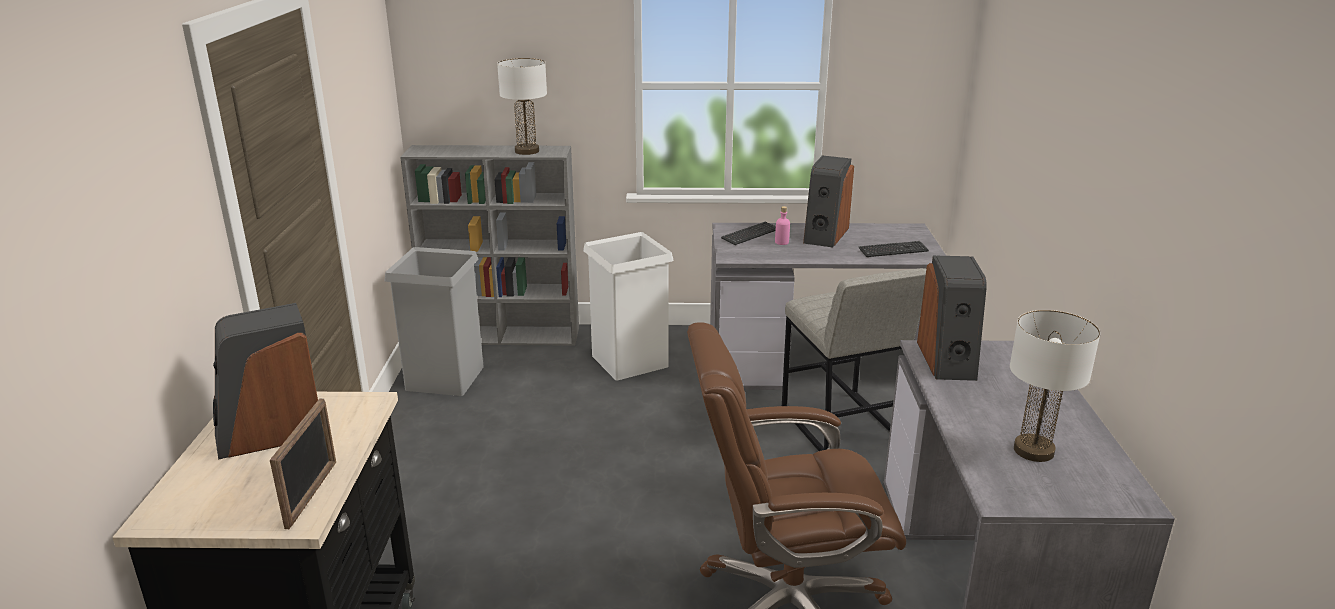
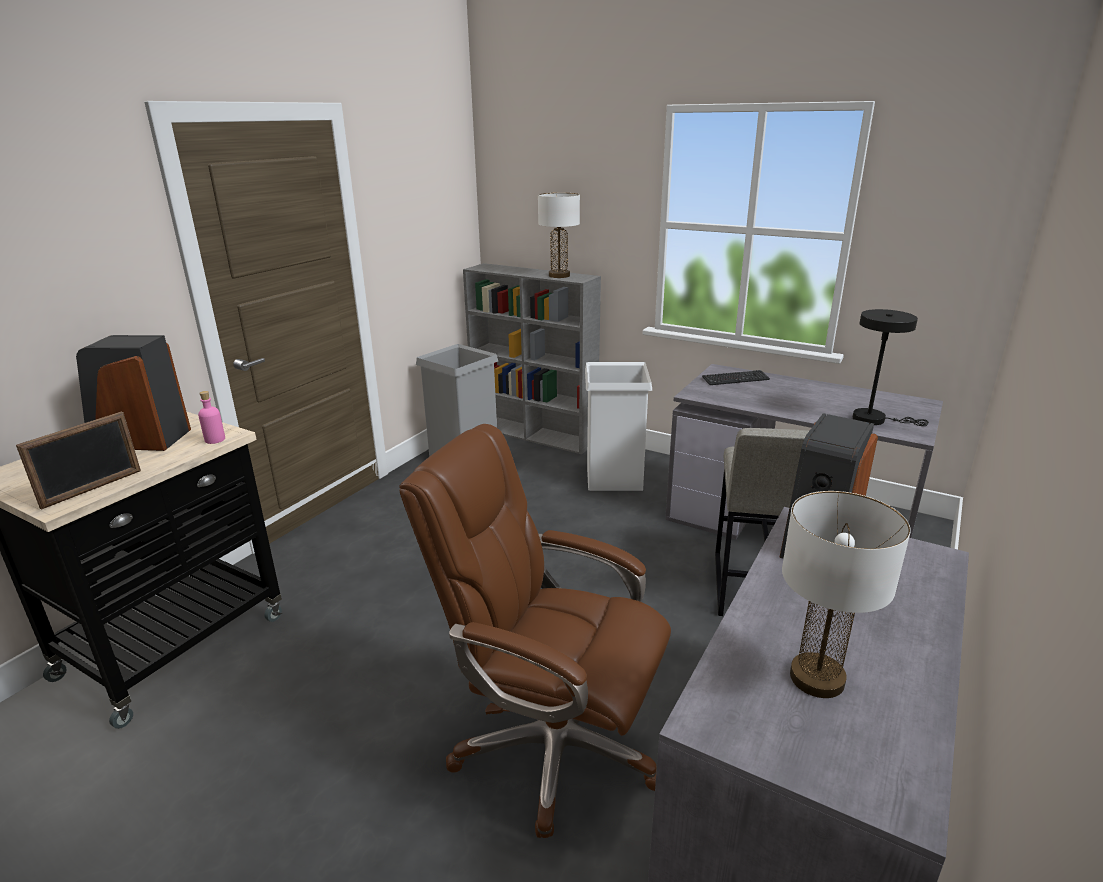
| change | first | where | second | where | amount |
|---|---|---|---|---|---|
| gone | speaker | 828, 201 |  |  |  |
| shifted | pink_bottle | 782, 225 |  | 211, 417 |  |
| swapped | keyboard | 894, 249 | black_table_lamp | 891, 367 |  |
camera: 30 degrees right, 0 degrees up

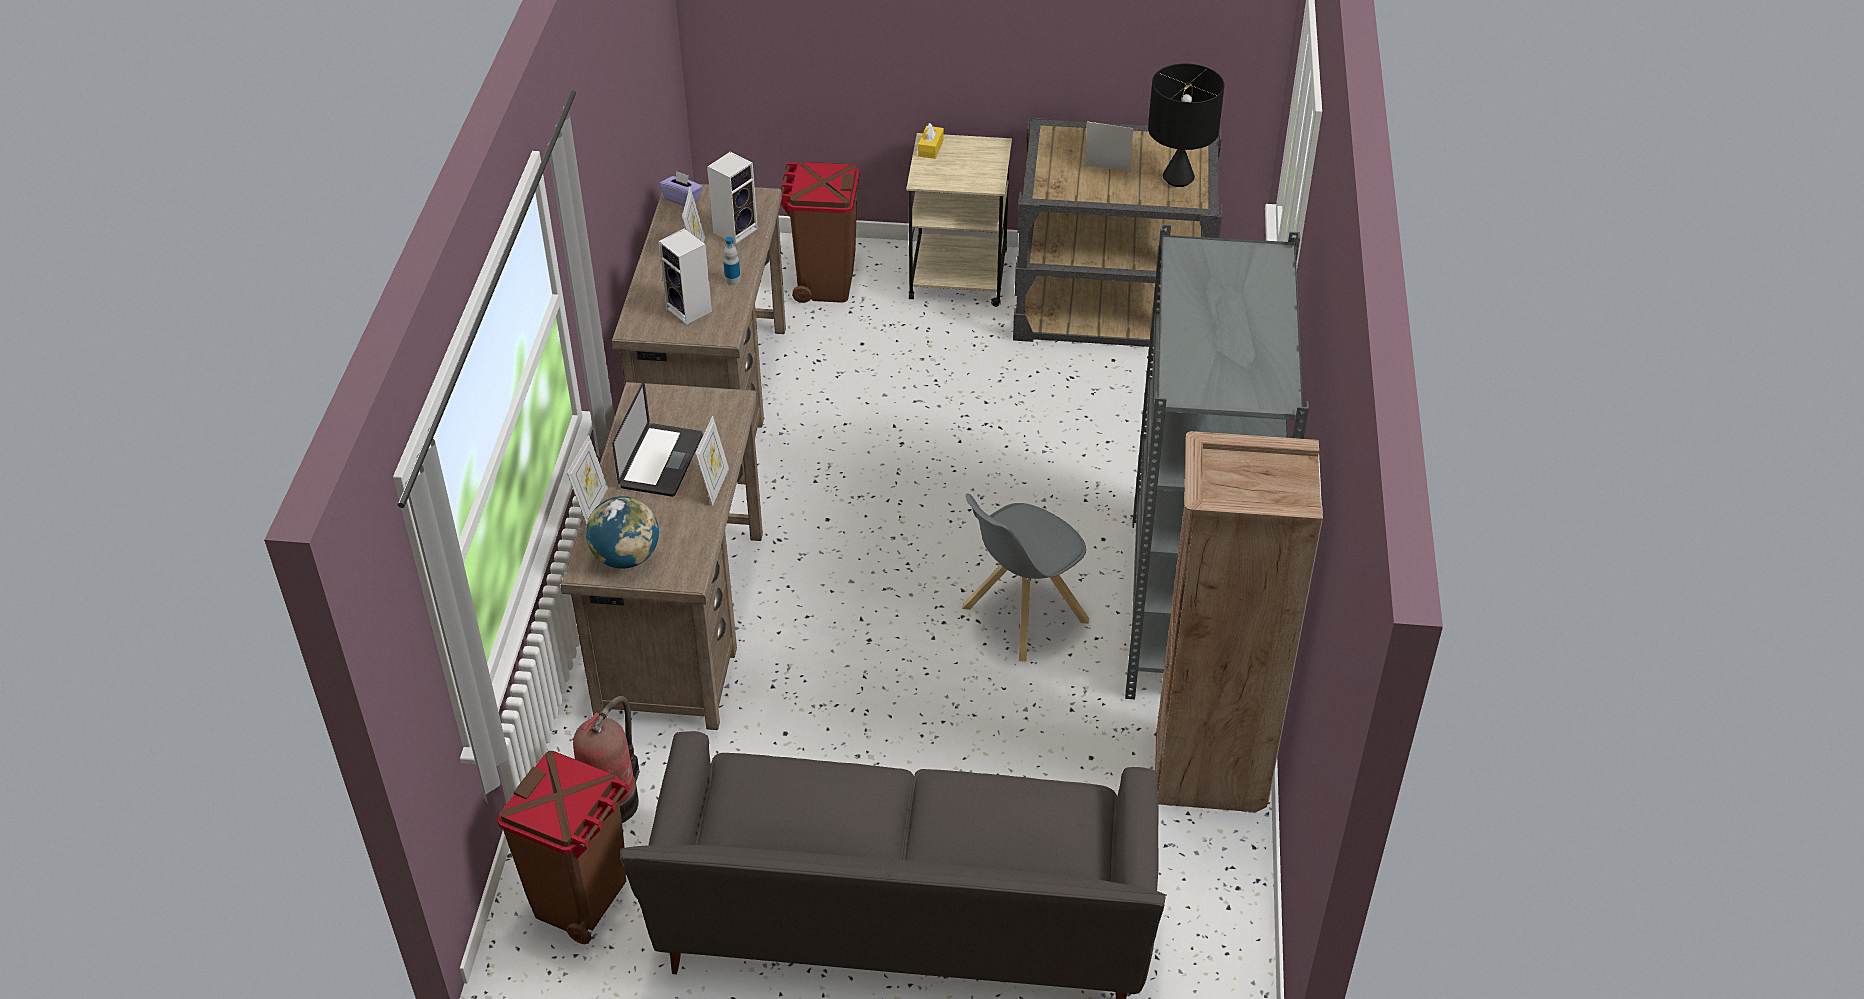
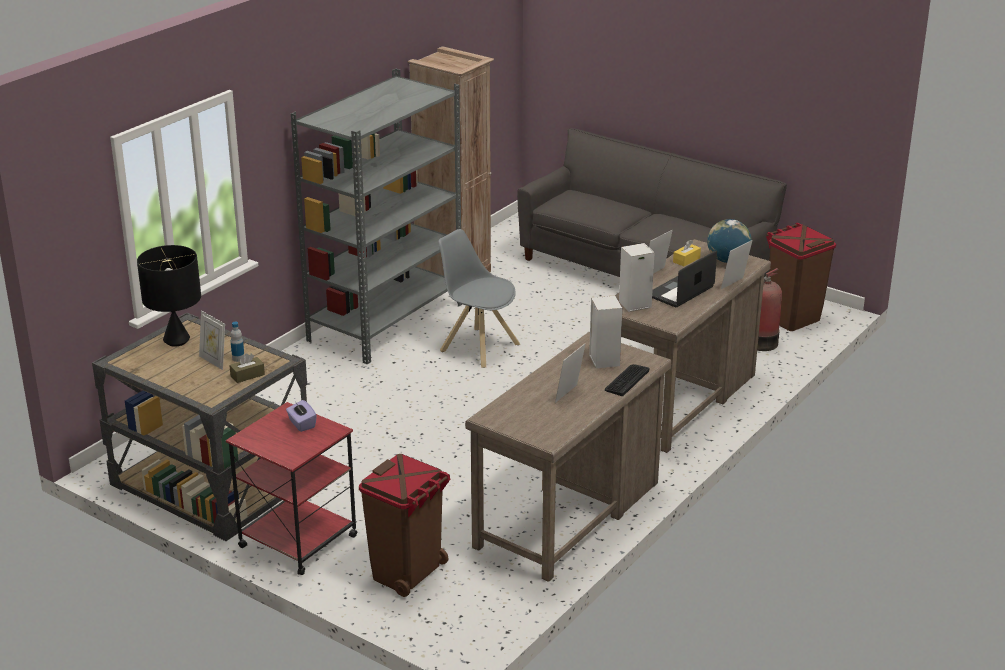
| change | first | where | second | where | amount |
|---|---|---|---|---|---|
| shifted | yellow_tissue_box | 931, 141 |  | 687, 253 |  |
| repainted | beige_cart | 959, 220 | red_cart | 292, 488 |  |
| shifted | speaker | 732, 198 |  | 637, 277 |  |
| shifted | purple_tissue_box | 681, 188 |  | 301, 416 |  |
| shifted | bottle | 732, 261 |  | 237, 341 |  |
| rotated | grey_chair | 1025, 577 |  | 479, 298 | 135 degrees counterclockwise |
| new |  |  | brown_tissue_box | 247, 368 |  |
| new |  |  | keyboard | 627, 380 |  |
camera: 150 degrees left, 15 degrees down

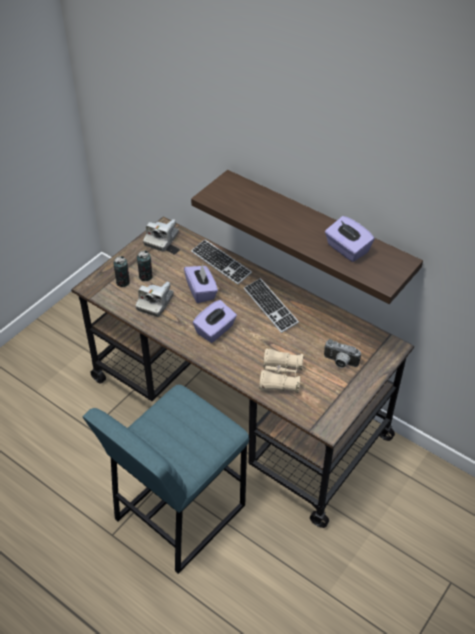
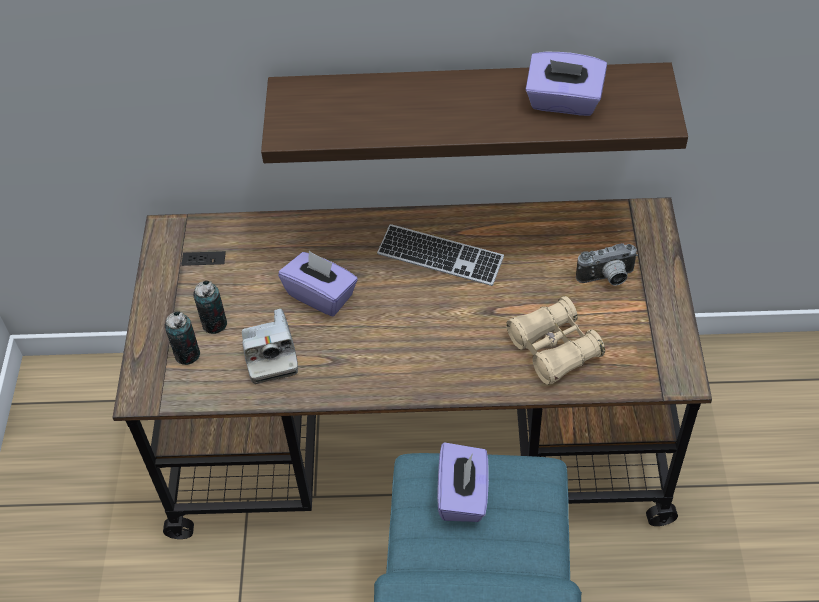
| change | first | where | second | where | amount |
|---|---|---|---|---|---|
| gone | photo_camera | 161, 235 |  |  |  |
| gone | keyboard | 221, 262 |  |  |  |
| shifted | purple_tissue_box | 215, 321 |  | 463, 482 |  |
camera: 35 degrees left, 5 degrees up

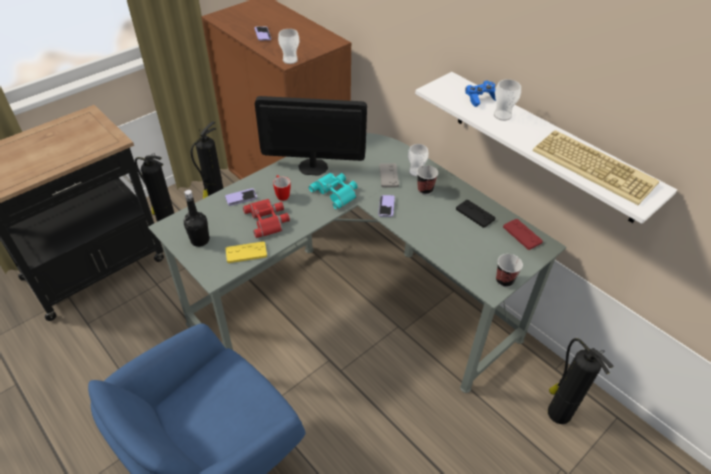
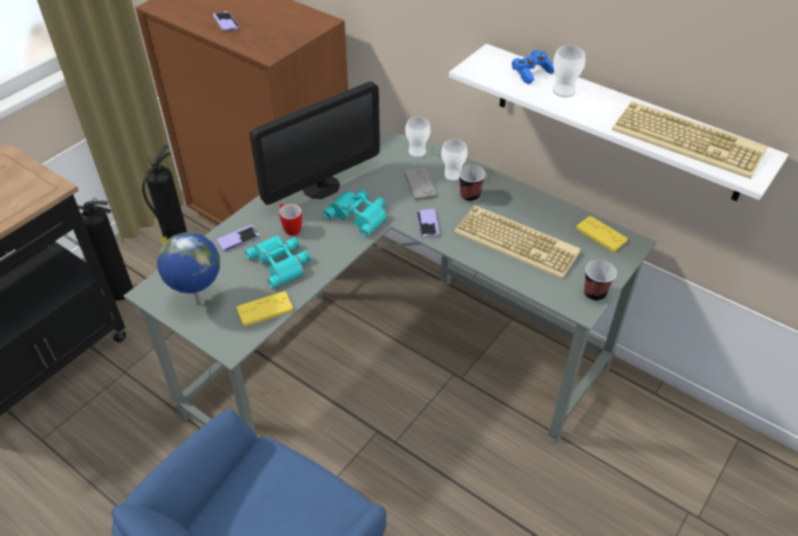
| change | first | where | second | where | amount |
|---|---|---|---|---|---|
| shifted | cup | 288, 46 |  | 418, 137 |  |
| rotated | monitor | 311, 136 |  | 315, 143 | 150 degrees clockwise |
| swapped | black_bottle | 197, 218 | globe | 188, 269 |  |
| repainted | red_binoculars | 266, 218 | turquoise_binoculars | 278, 262 |  |
| gone | black_game_controller | 475, 214 |  |  |  |
| repainted | red_game_controller | 523, 234 | yellow_game_controller | 602, 234 |  |
| gone | fire_extinguisher | 580, 381 |  |  |  |
| new |  |  | keyboard | 517, 242 |  |
camera: 10 degrees left, 0 degrees up

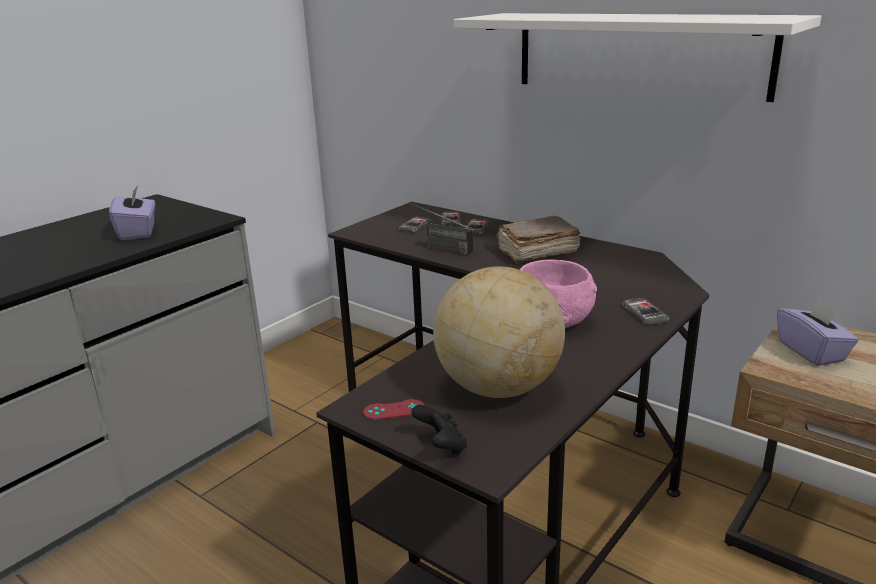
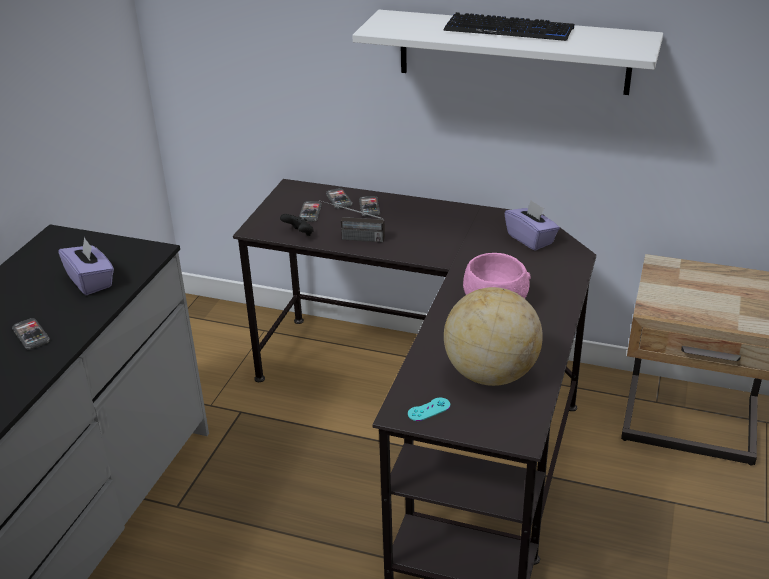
| change | first | where | second | where | amount |
|---|---|---|---|---|---|
| gone | brown_book | 539, 240 |  |  |  |
| shifted | phone | 645, 311 |  | 31, 334 |  |
| shifted | purple_tissue_box | 818, 332 |  | 532, 225 |  |
| repainted | red_game_controller | 393, 409 | turquoise_game_controller | 429, 409 |  |
| shifted | black_game_controller | 439, 430 |  | 297, 225 |  |
| new |  |  | keyboard | 508, 26 |  |
camera: 20 degrees left, 10 degrees up

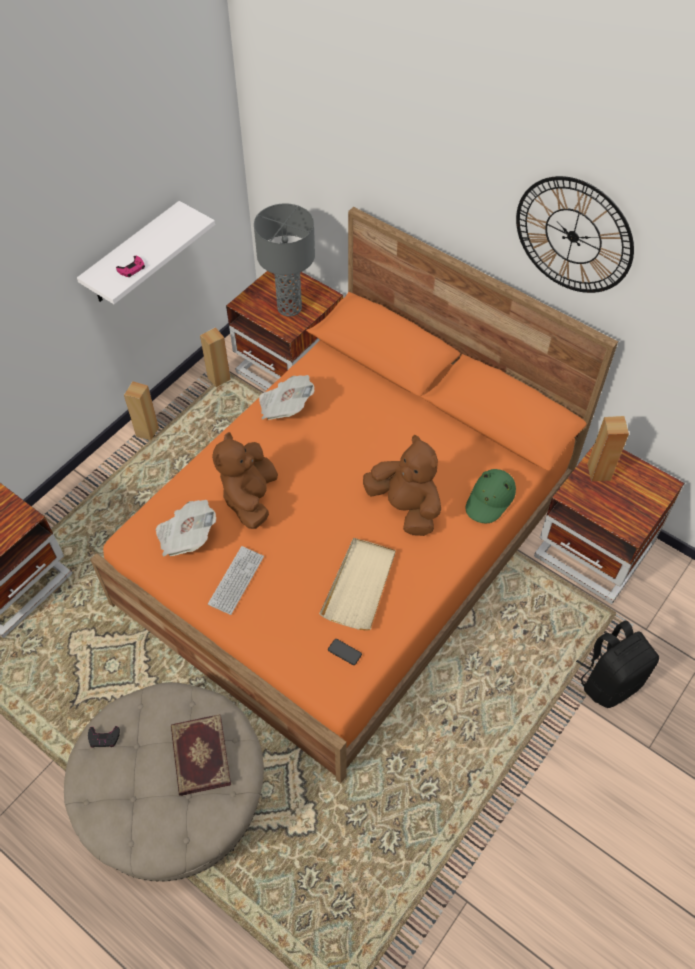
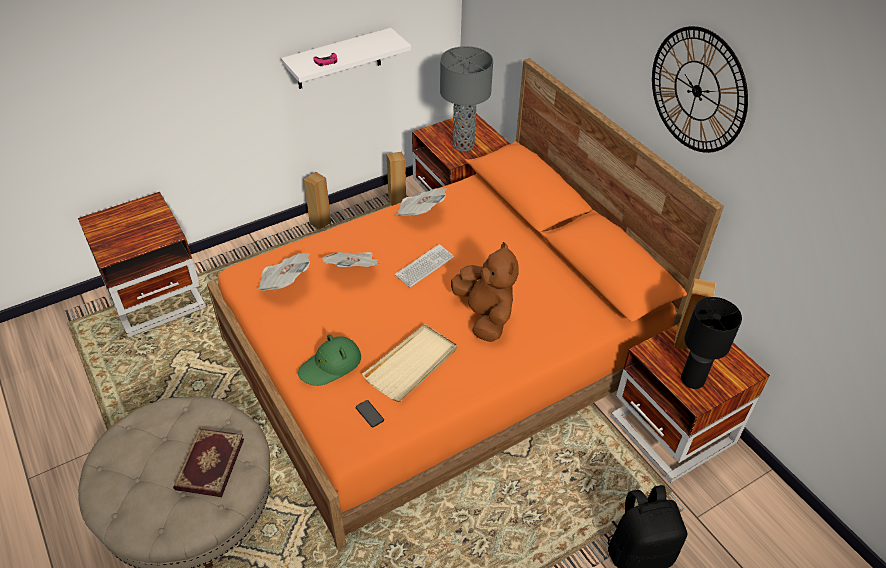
| change | first | where | second | where | amount |
|---|---|---|---|---|---|
| swapped | brown_plush_toy | 245, 480 | newspaper | 350, 259 |  |
| shifted | green_hat | 491, 496 |  | 329, 360 |  |
| shifted | keyboard | 236, 580 |  | 424, 266 |  |
| gone | black_game_controller | 104, 737 |  |  |  |
| new |  |  | black_table_lamp | 711, 343 |  |
camera: 20 degrees right, 10 degrees down

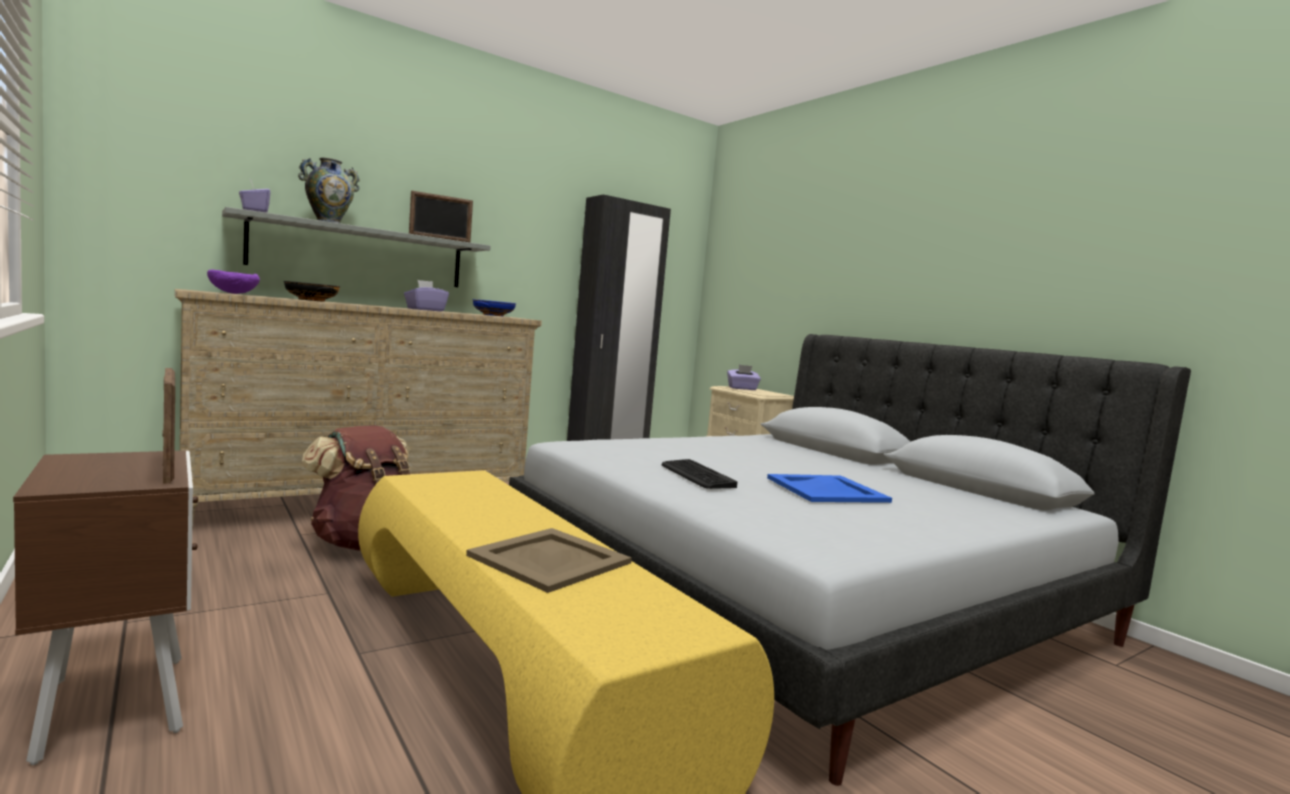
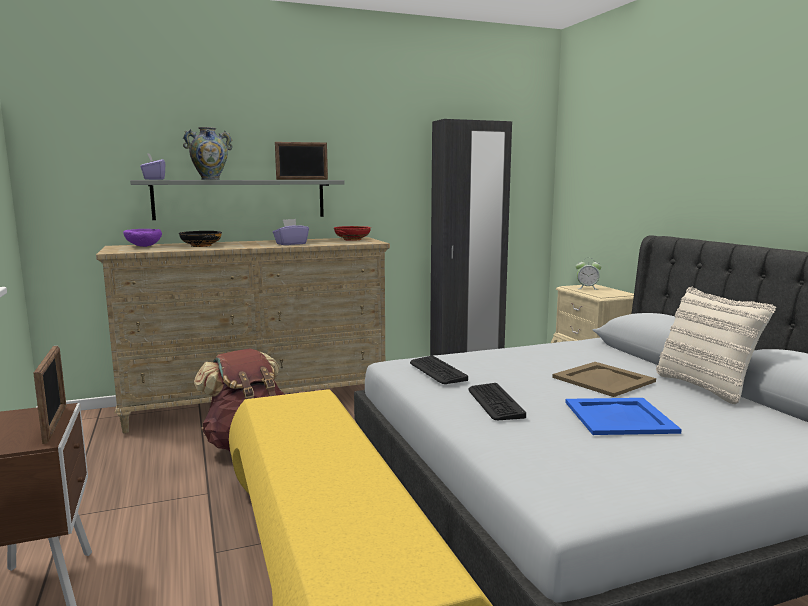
| change | first | where | second | where | amount |
|---|---|---|---|---|---|
| repainted | blue_bowl | 494, 307 | red_bowl | 352, 233 |  |
| swapped | purple_tissue_box | 744, 377 | alarm_clock | 588, 276 |  |
| shifted | beige_tray | 549, 560 |  | 604, 379 |  |
| new |  |  | beige_pillow | 716, 345 |  |
| new |  |  | keyboard | 439, 370 |  |
camera: 15 degrees right, 5 degrees up

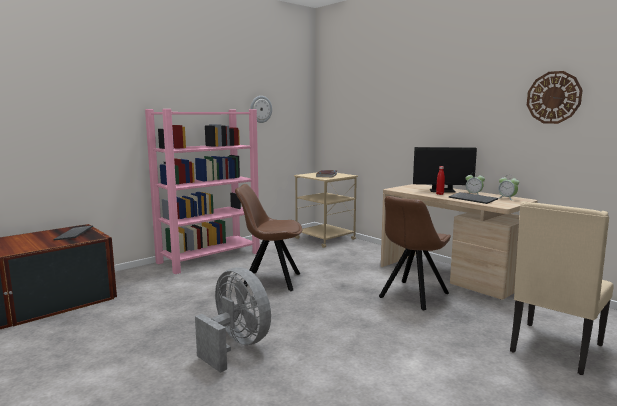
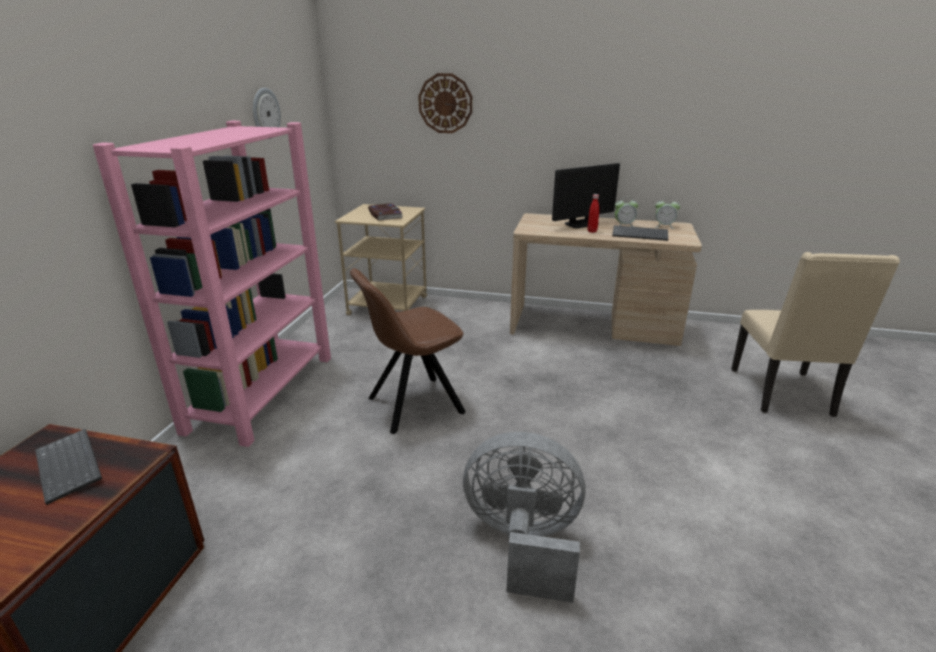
| change | first | where | second | where | amount |
|---|---|---|---|---|---|
| shifted | wall_clock | 555, 97 |  | 445, 103 |  |
| gone | brown_chair | 415, 253 |  |  |  |
camera: 35 degrees left, 15 degrees up

